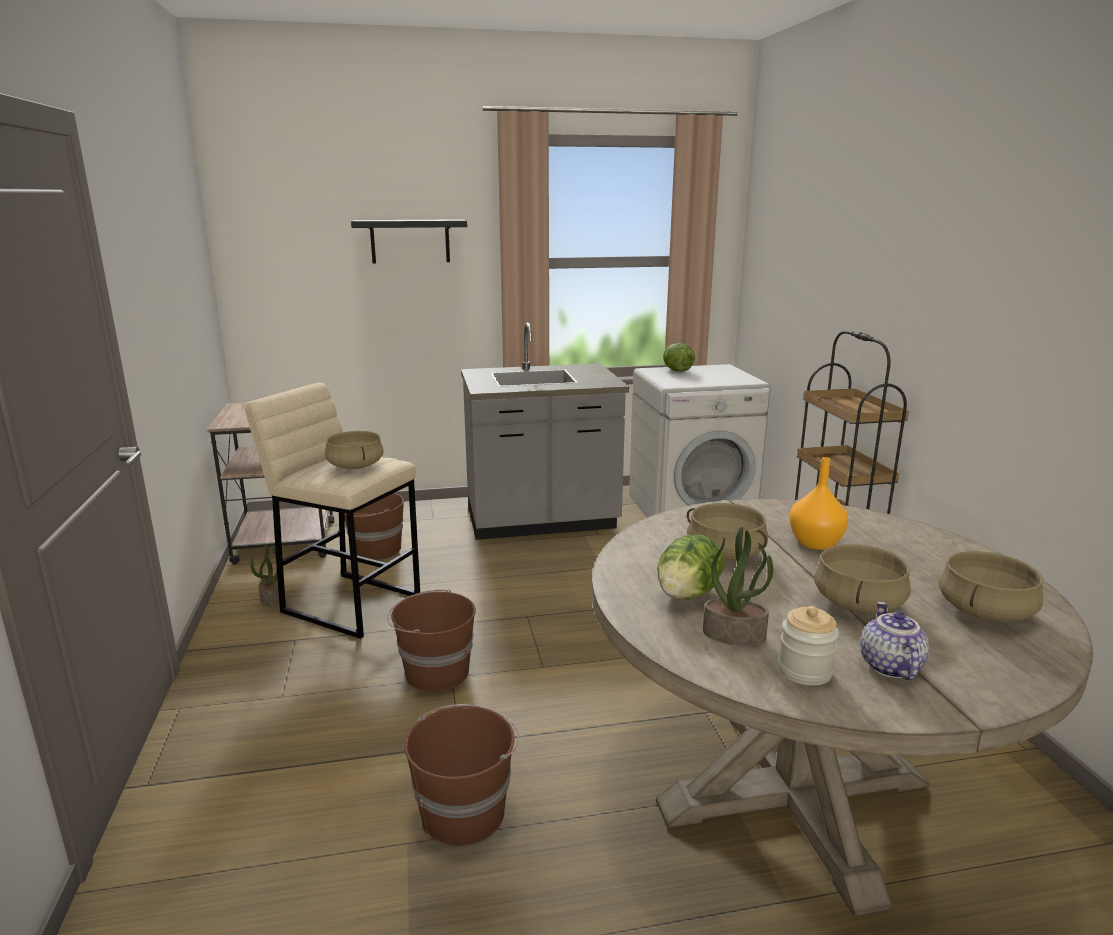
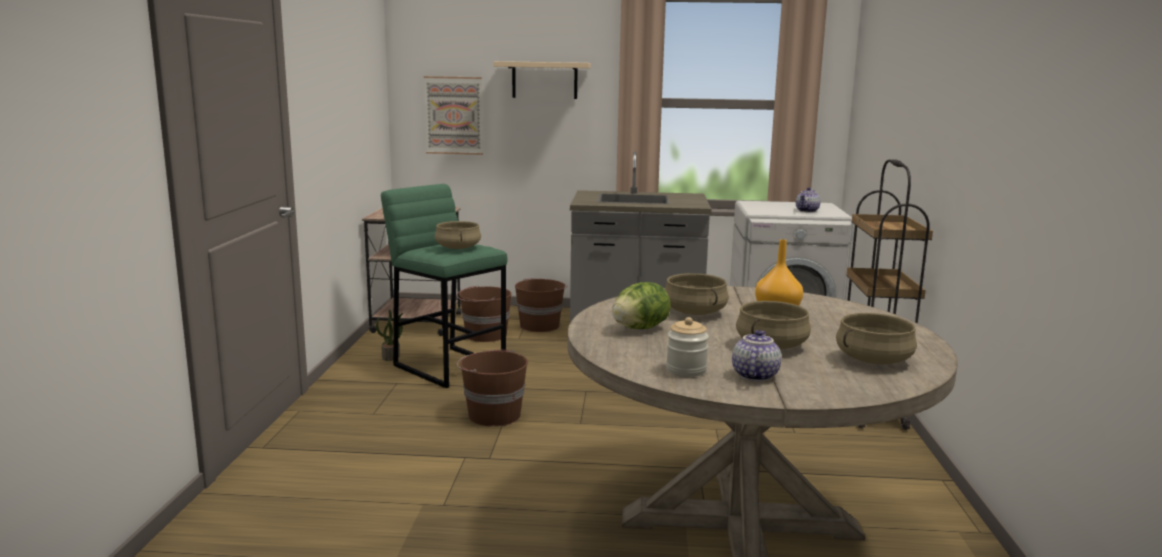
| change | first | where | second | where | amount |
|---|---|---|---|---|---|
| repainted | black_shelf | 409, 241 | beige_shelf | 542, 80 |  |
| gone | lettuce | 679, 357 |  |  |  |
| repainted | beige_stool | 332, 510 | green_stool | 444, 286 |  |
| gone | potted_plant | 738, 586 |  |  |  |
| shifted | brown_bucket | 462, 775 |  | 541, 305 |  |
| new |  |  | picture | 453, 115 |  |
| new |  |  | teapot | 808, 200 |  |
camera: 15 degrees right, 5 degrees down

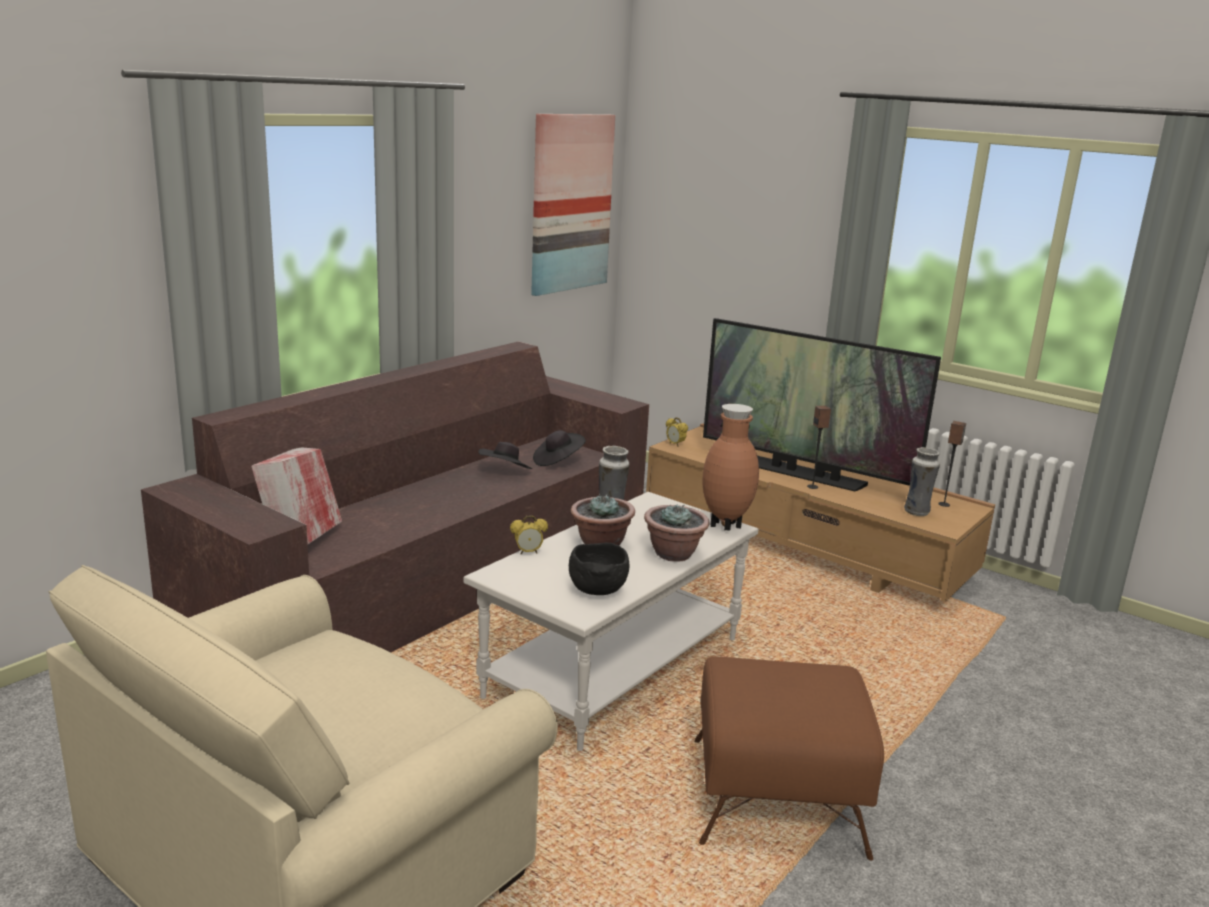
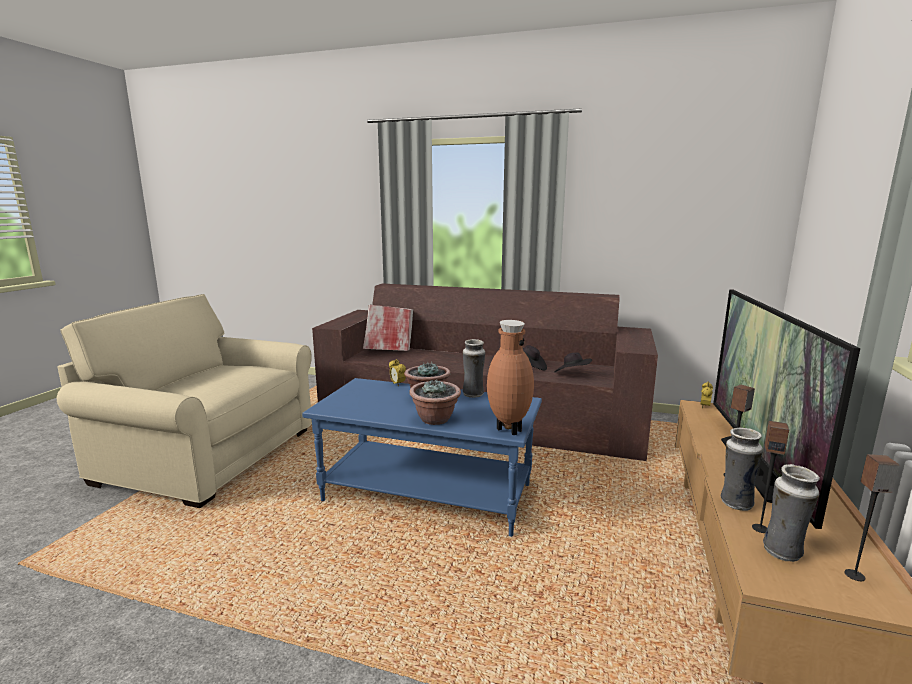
| change | first | where | second | where | amount |
|---|---|---|---|---|---|
| gone | picture | 573, 205 |  |  |  |
| repainted | white_coffee_table | 610, 621 | blue_coffee_table | 422, 457 |  |
| gone | black_bowl | 599, 569 |  |  |  |
| gone | brown_ottoman | 789, 758 |  |  |  |
| new |  |  | speaker | 770, 477 |  |
| new |  |  | vase | 742, 469 |  |
camera: 70 degrees right, 5 degrees down

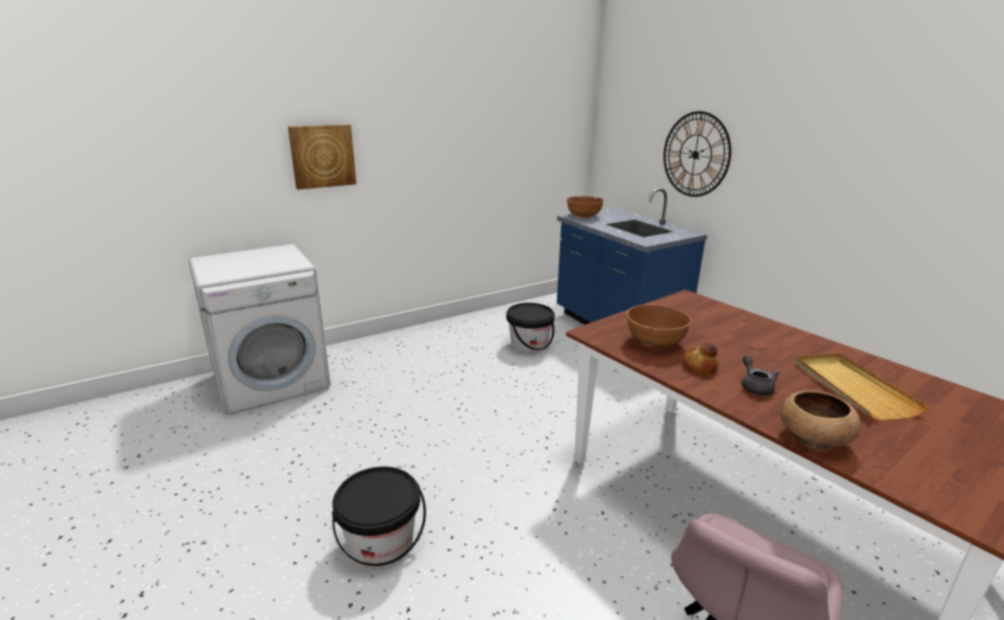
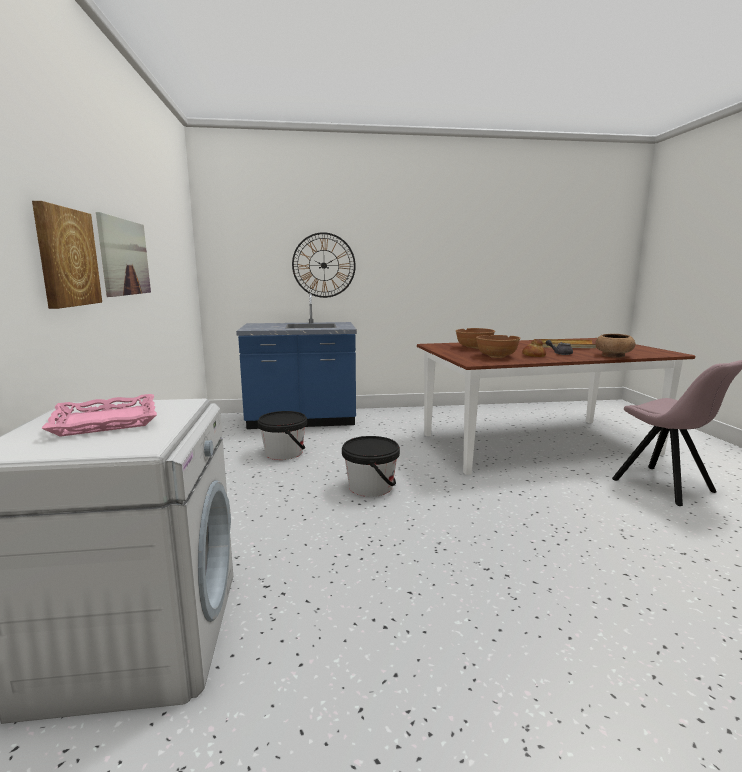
| change | first | where | second | where | amount |
|---|---|---|---|---|---|
| shifted | brown_bowl | 585, 207 |  | 475, 338 |  |
| shifted | black_bucket | 379, 517 |  | 371, 466 |  |
| new |  |  | picture | 123, 254 |  |
| new |  |  | pink_tray | 99, 415 |  |
camera: 65 degrees left, 10 degrees down

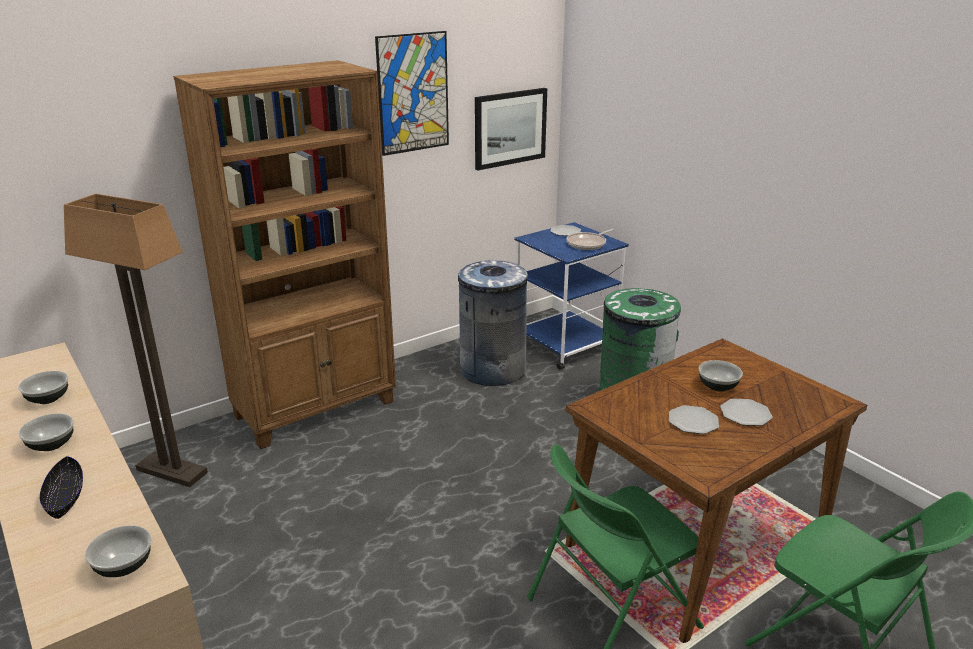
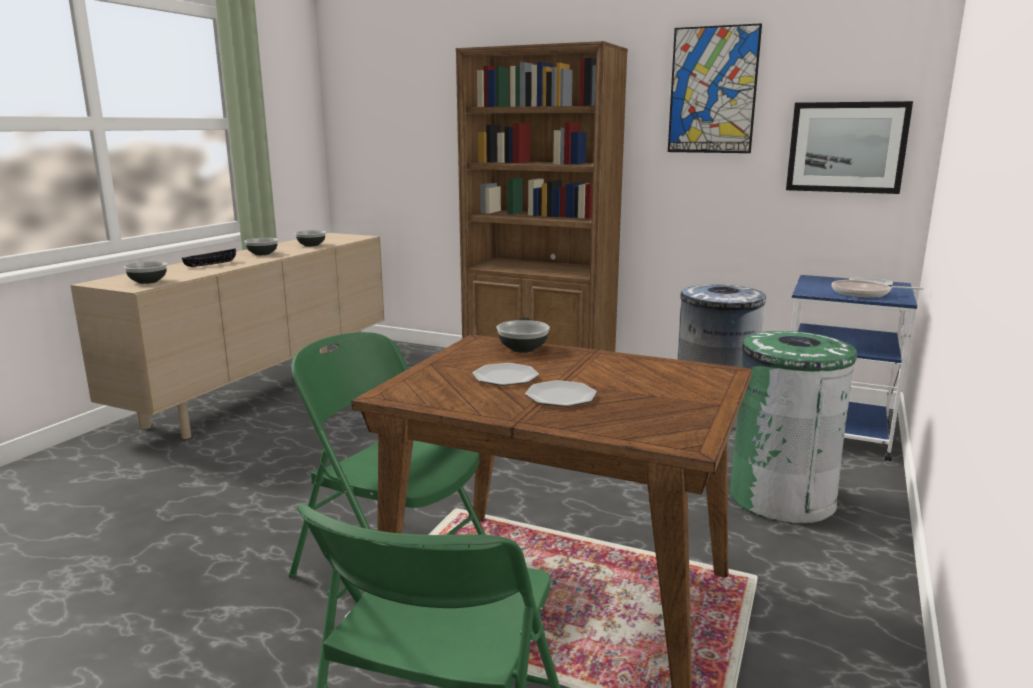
| change | first | where | second | where | amount |
|---|---|---|---|---|---|
| gone | floor_lamp | 136, 340 |  |  |  |
| shifted | bowl | 720, 376 |  | 523, 336 |  |
camera: 60 degrees right, 10 degrees down

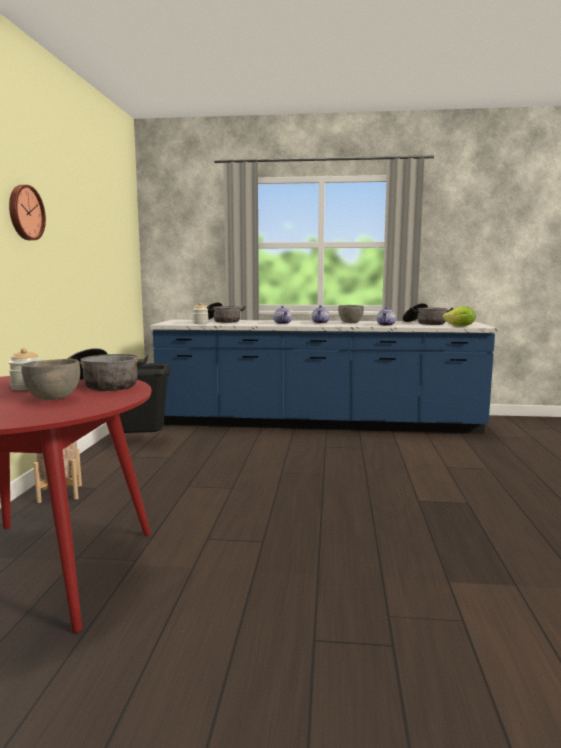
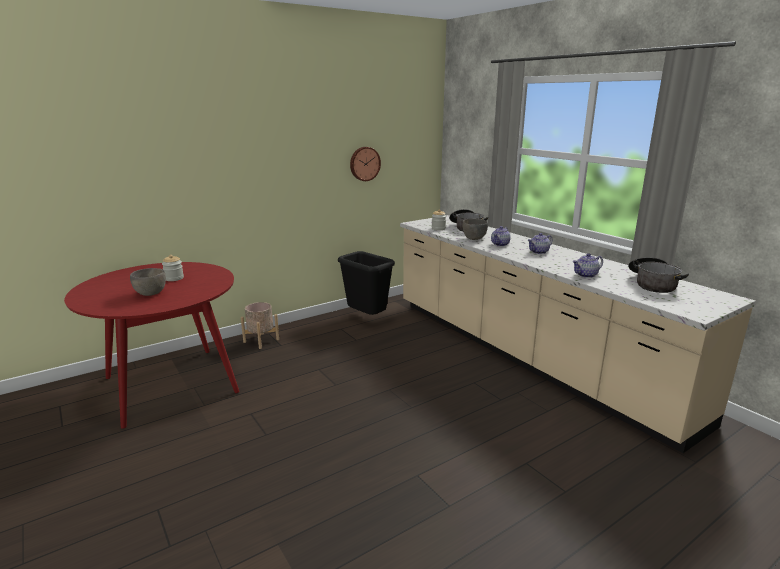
| change | first | where | second | where | amount |
|---|---|---|---|---|---|
| shifted | wall_clock | 27, 212 |  | 365, 164 |  |
| shifted | grey_bowl | 351, 314 |  | 475, 229 |  |
| gone | lettuce | 458, 316 |  |  |  |
| repainted | blue_counter | 324, 377 | beige_counter | 578, 334 |  |
| gone | cooking_pot | 108, 369 |  |  |  |
camera: 50 degrees right, 10 degrees up

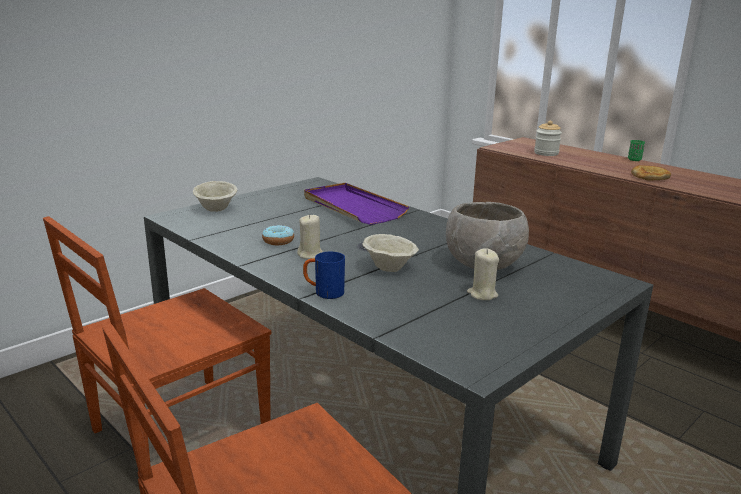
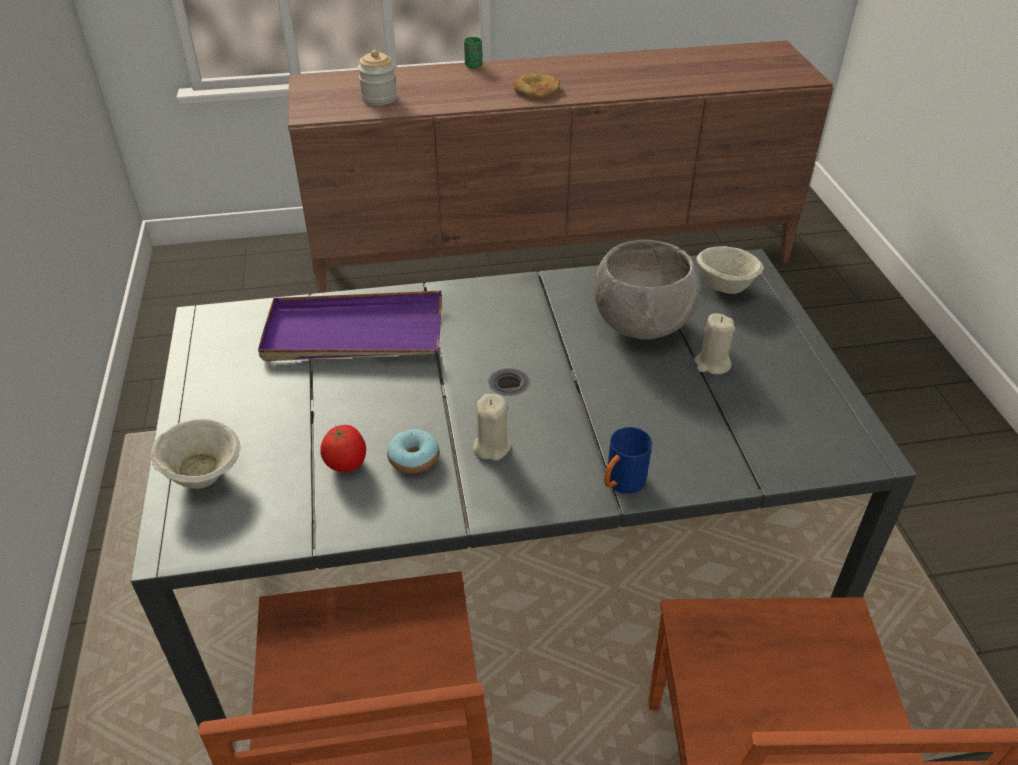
| change | first | where | second | where | amount |
|---|---|---|---|---|---|
| shifted | beige_bowl | 390, 253 |  | 730, 270 |  |
| new |  |  | tomato | 343, 448 |  |
camera: 55 degrees left, 20 degrees up

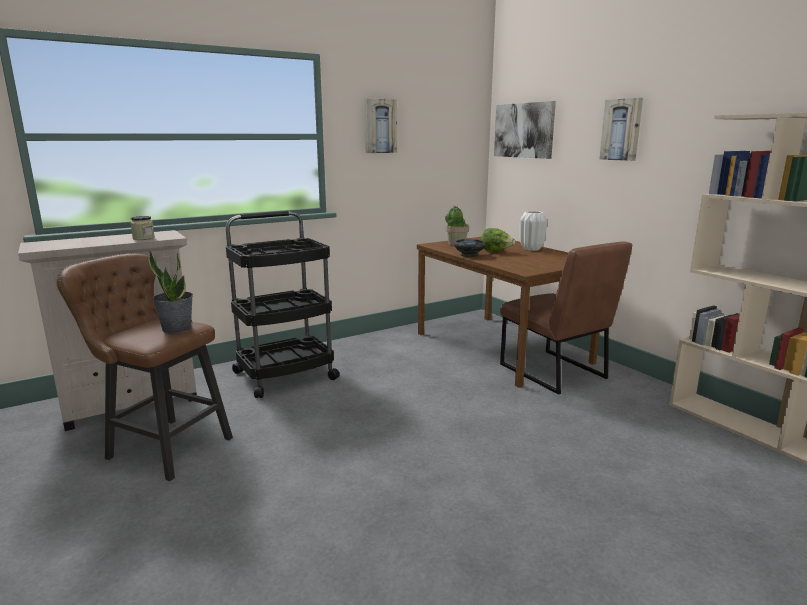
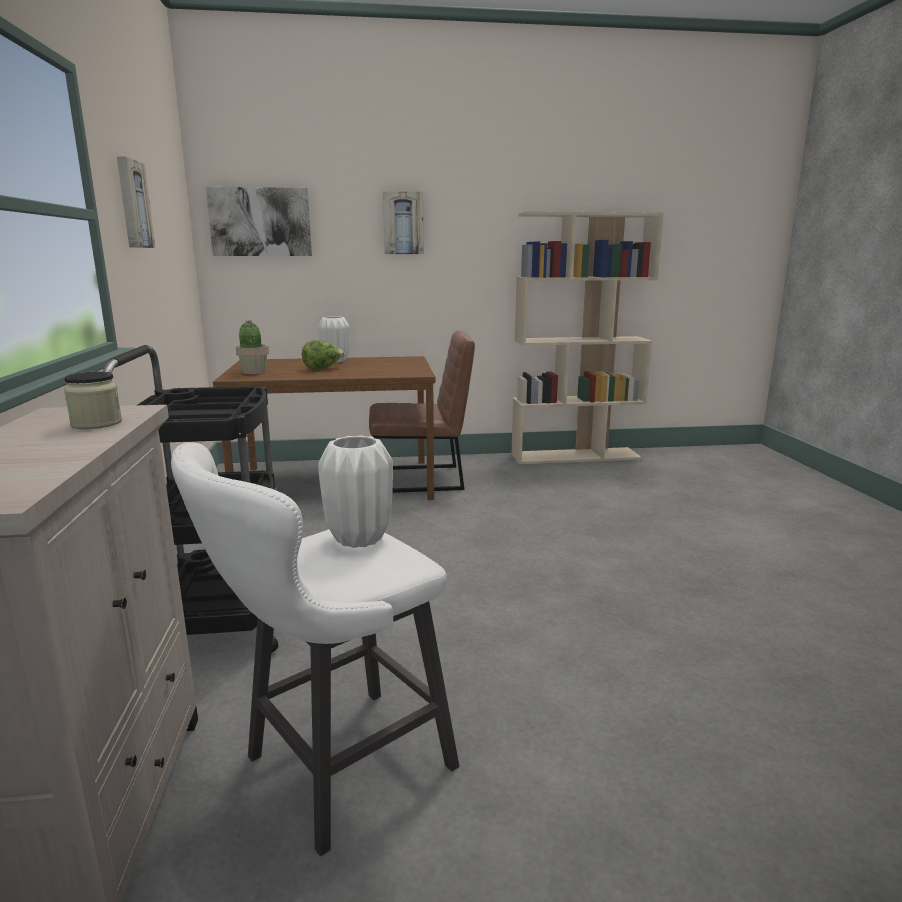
| change | first | where | second | where | amount |
|---|---|---|---|---|---|
| gone | black_bowl | 470, 248 |  |  |  |
| swapped | potted_plant | 170, 291 | white_vase | 355, 491 |  |
| repainted | brown_stool | 144, 367 | white_stool | 315, 649 |  |
camera: 65 degrees left, 0 degrees up

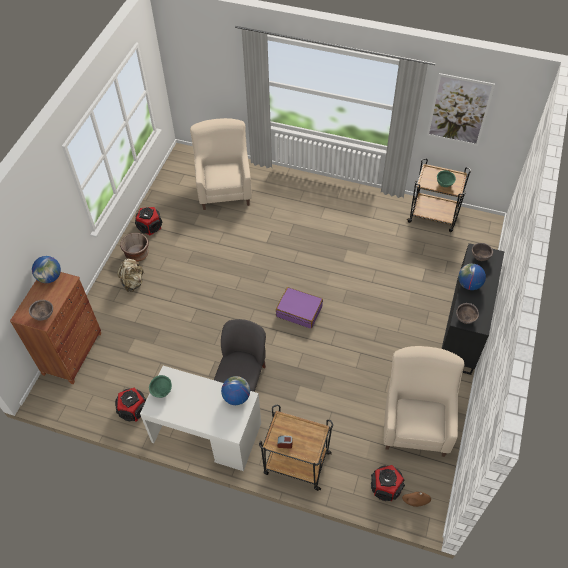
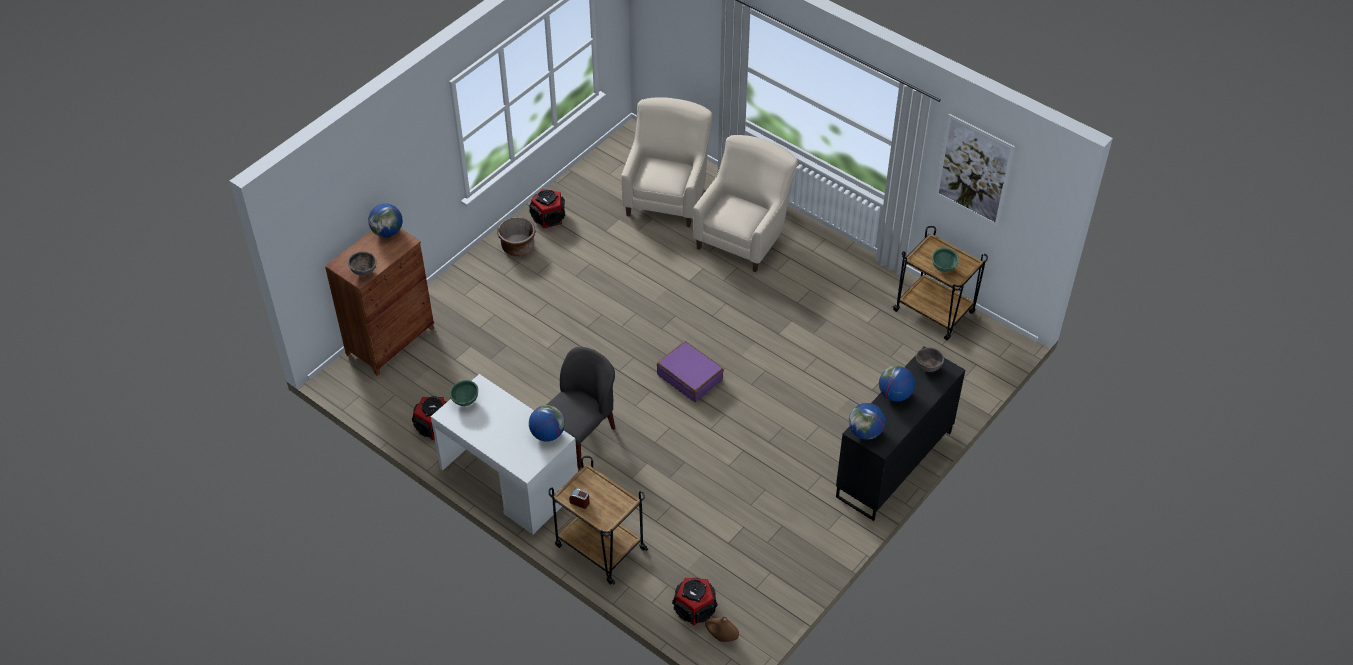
| change | first | where | second | where | amount |
|---|---|---|---|---|---|
| gone | beige_backpack | 130, 275 |  |  |  |
| swapped | brown_bowl | 467, 313 | globe | 867, 421 |  |
| shifted | beige_armchair | 424, 401 |  | 745, 203 |  |
camera: 20 degrees right, 5 degrees down

